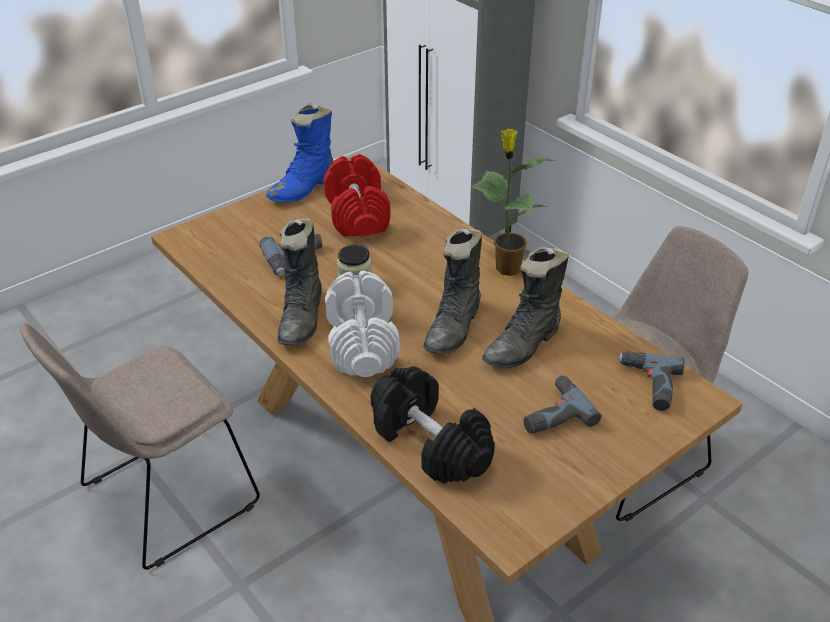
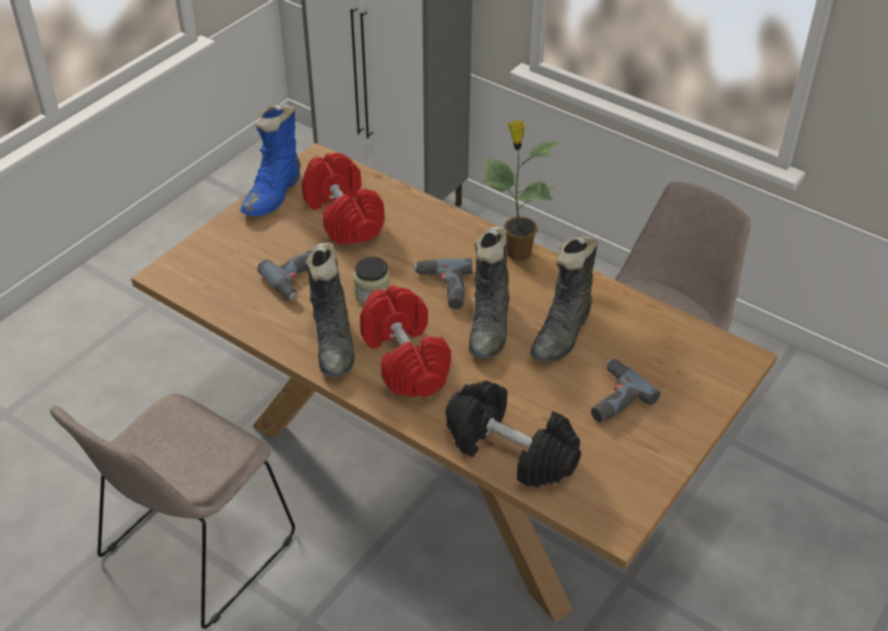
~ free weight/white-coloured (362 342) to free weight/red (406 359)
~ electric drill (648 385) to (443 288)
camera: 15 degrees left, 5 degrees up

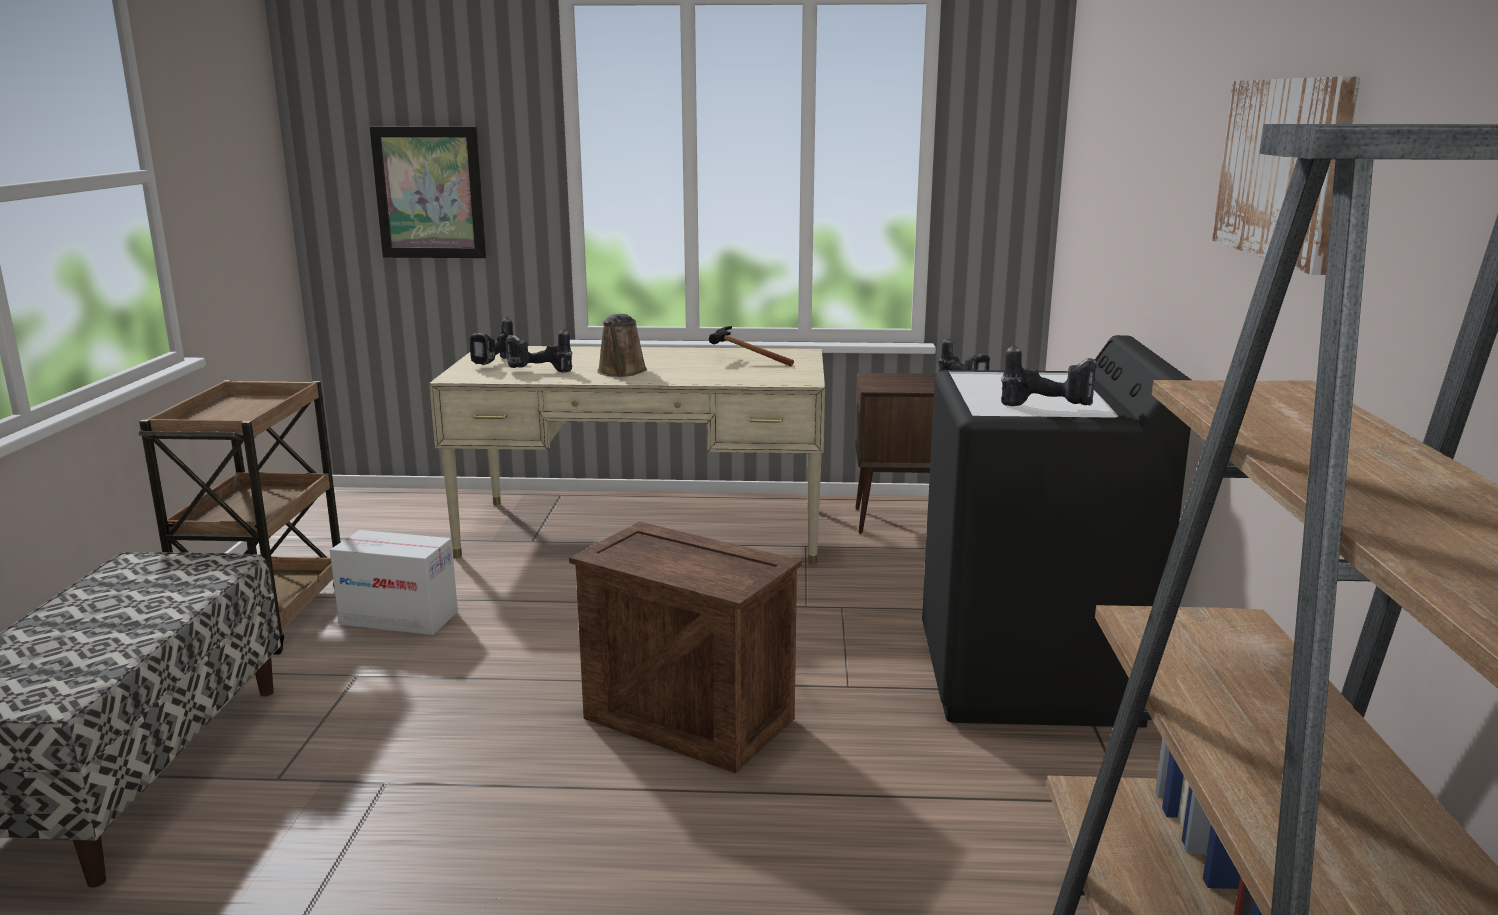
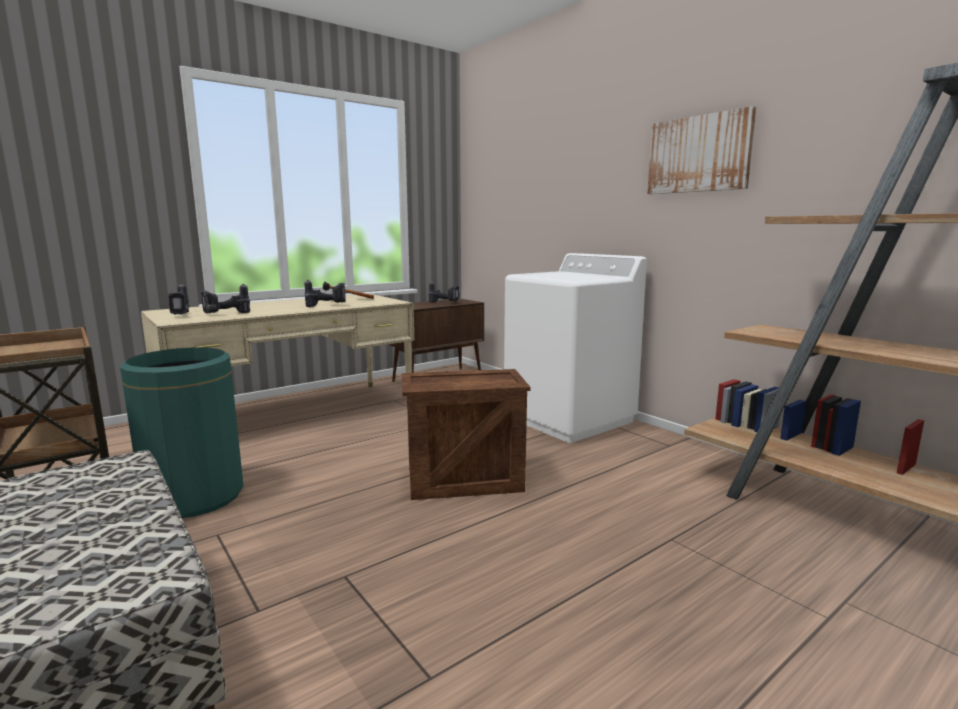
~ packing box (398 618) to waste bin/green-coloured (194 497)
~ electric drill (1050 406) to (327 305)
~ laundry appliance/black (1029 676) to laundry appliance/white-coloured (569 419)
- picture (429 193)
- watering pot/brownish (621 372)
camera: 40 degrees left, 5 degrees down

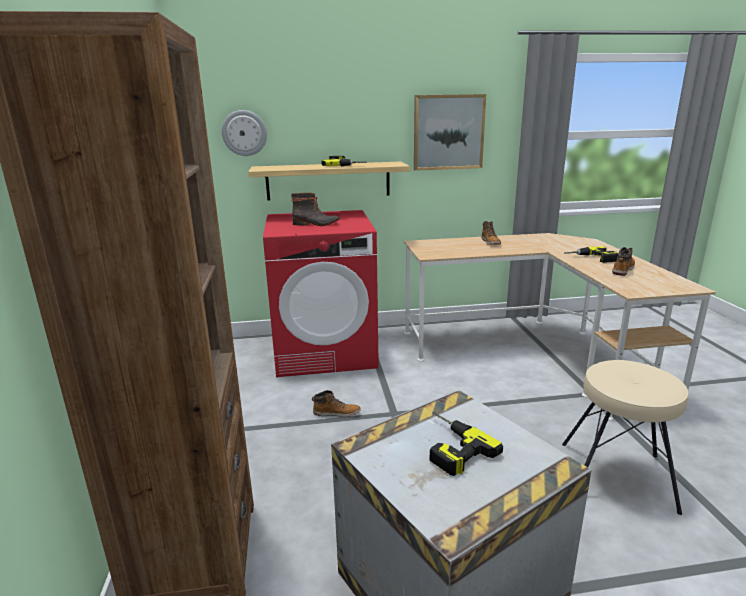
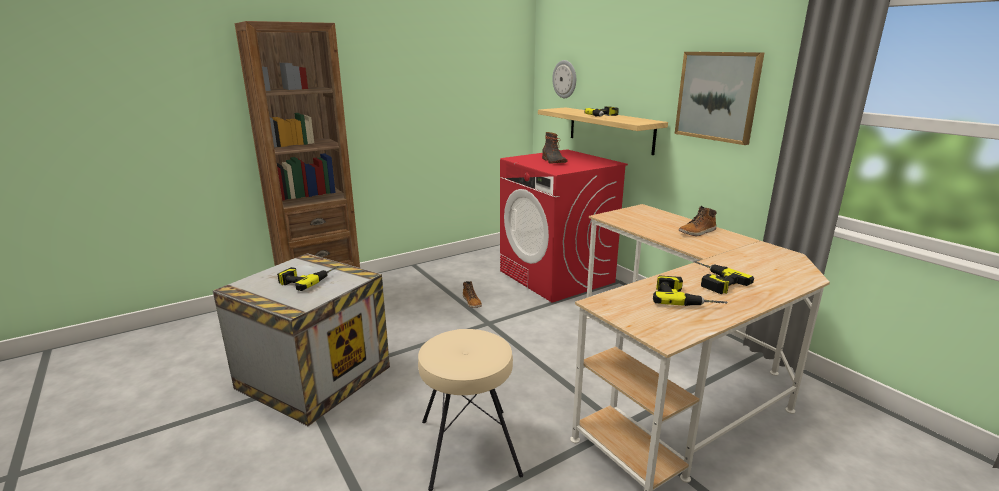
~ boot (622 270) to electric drill (686 298)
camera: 65 degrees right, 0 degrees up

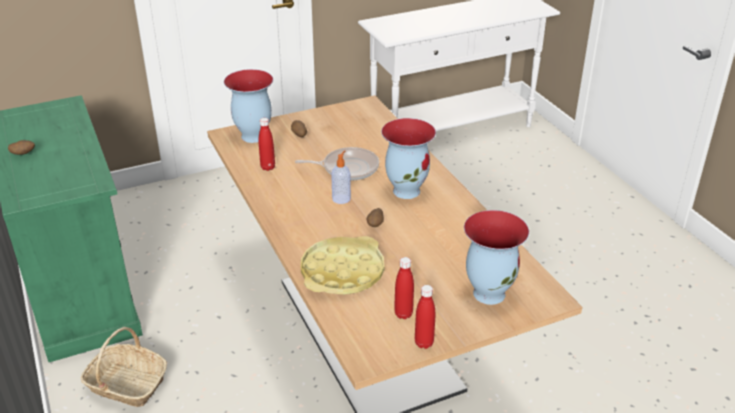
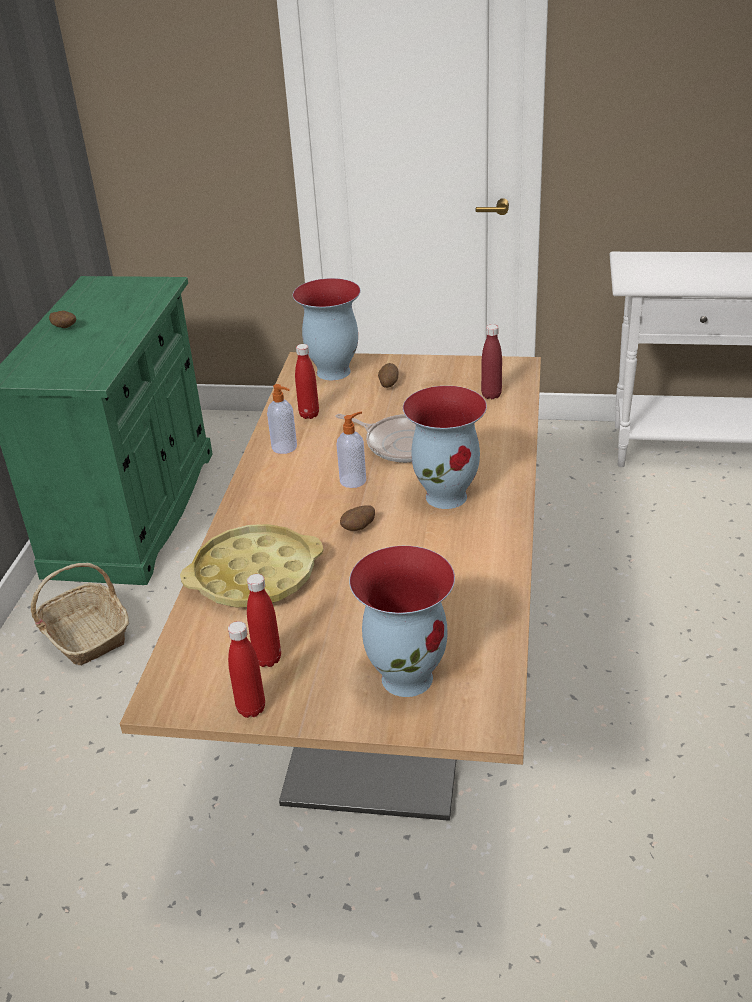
+ soap dispenser (285 447)
+ bottle/red (491 395)
camera: 35 degrees right, 0 degrees up

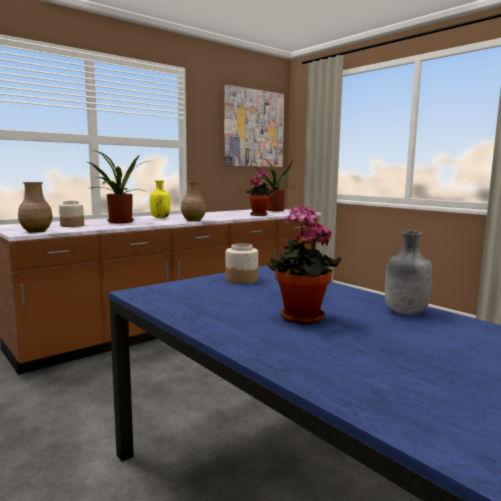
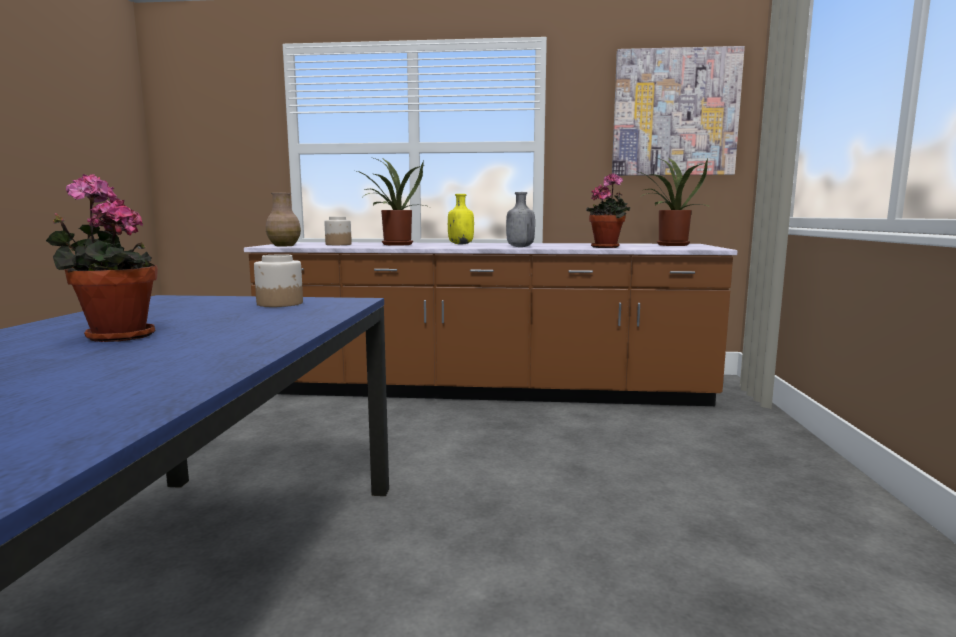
~ bottle/greyish (404 312) to (519 247)
- decorative vase/brownish (194 220)
camera: 45 degrees right, 0 degrees up

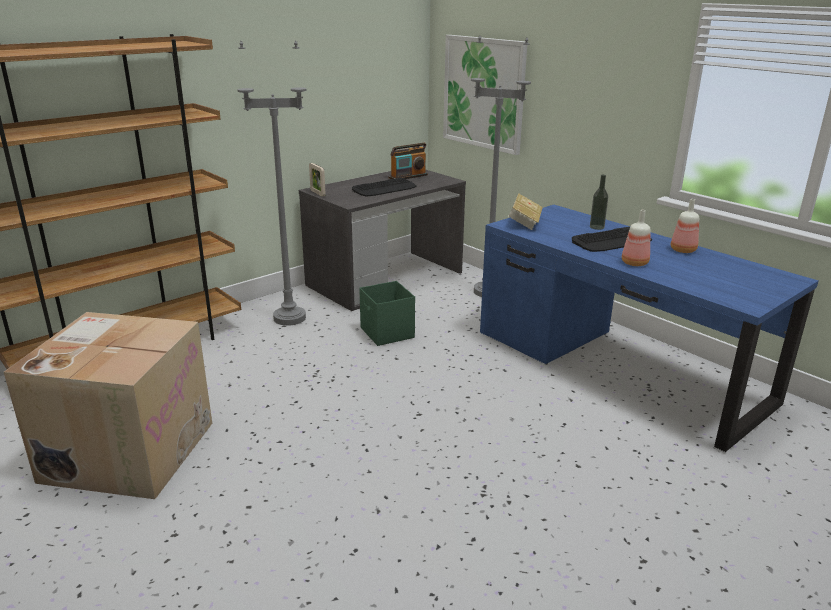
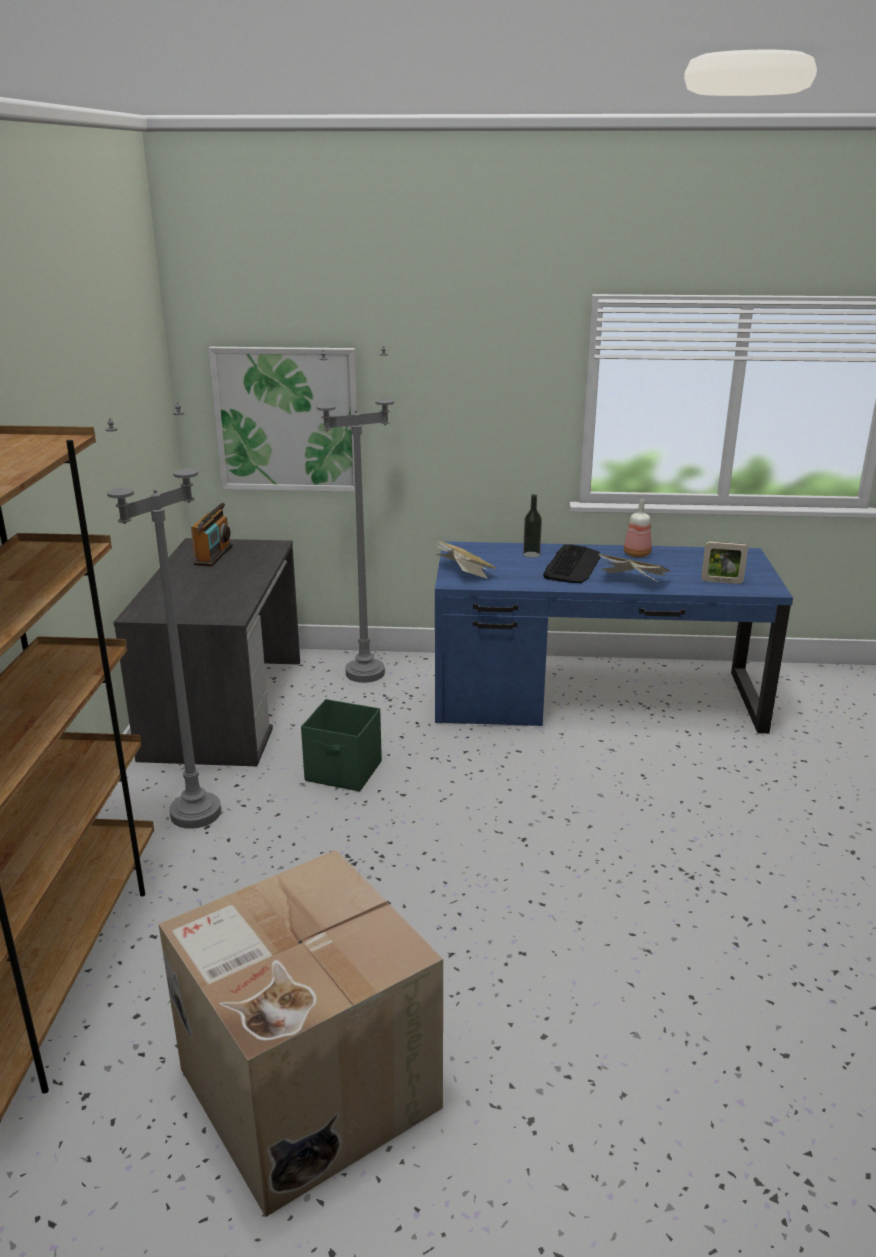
~ bottle (633 263) to volume (631 582)
~ photo frame (317 193) to (721 581)
- keyboard (384 188)
camera: 45 degrees left, 0 degrees up

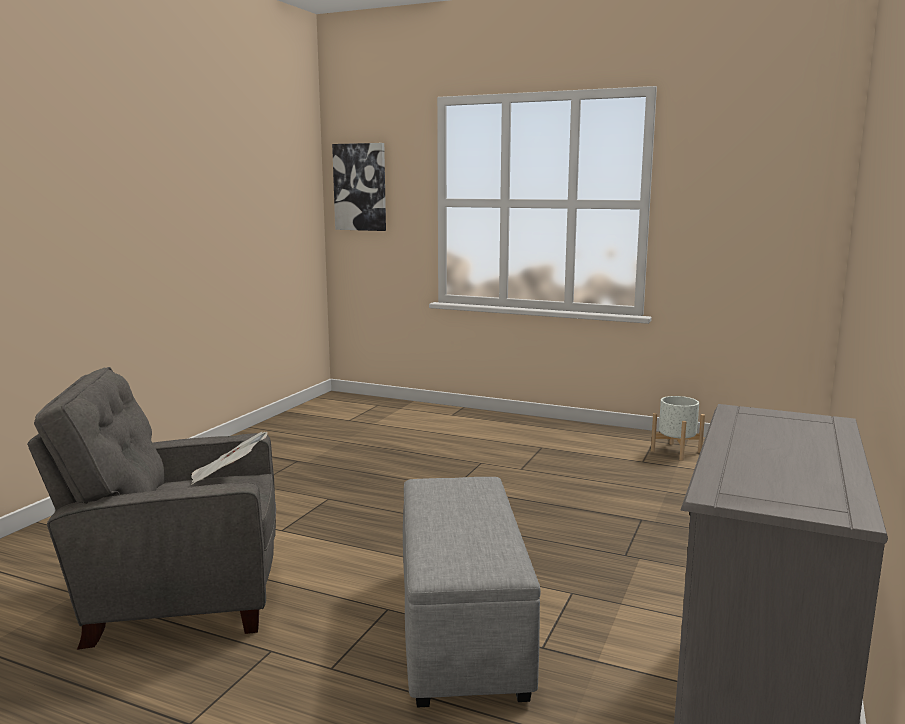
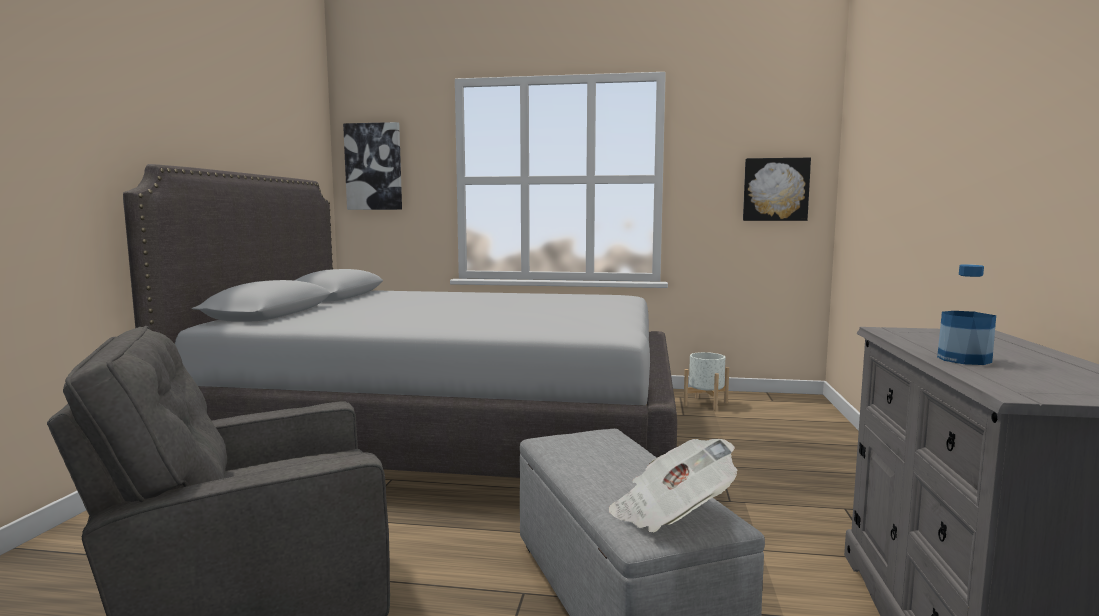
+ bedroom bed/greyish (450 436)
~ daily paper (227 478) to (671 513)
+ picture (775 189)
+ bottle (964 359)
camera: 15 degrees left, 5 degrees down

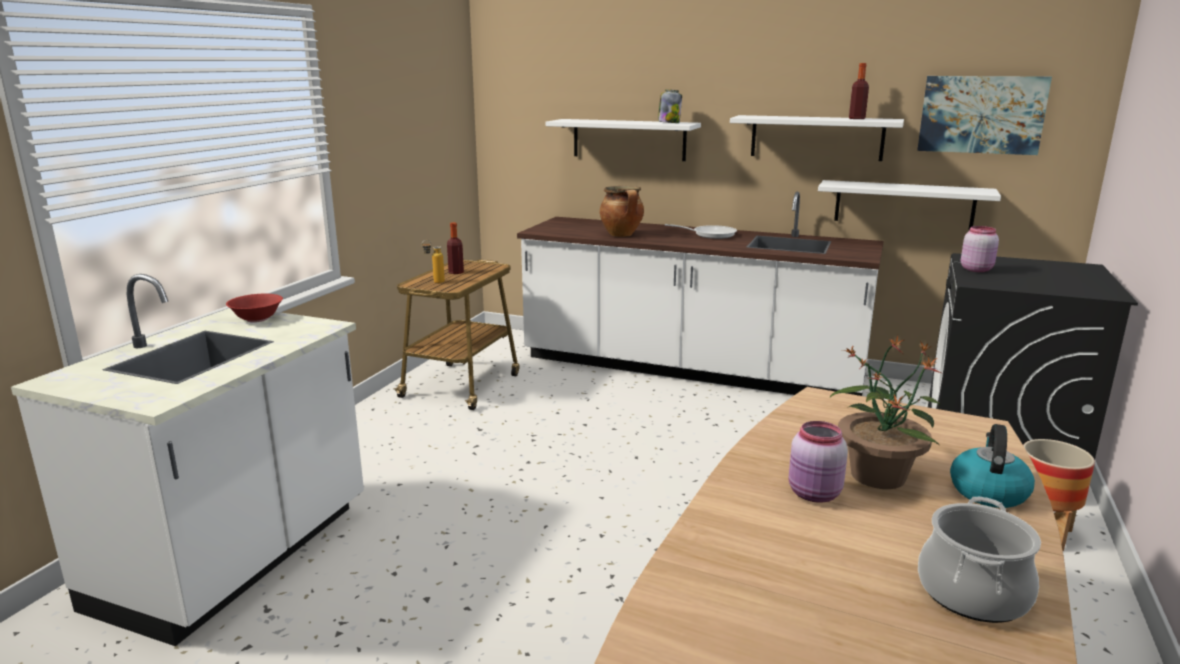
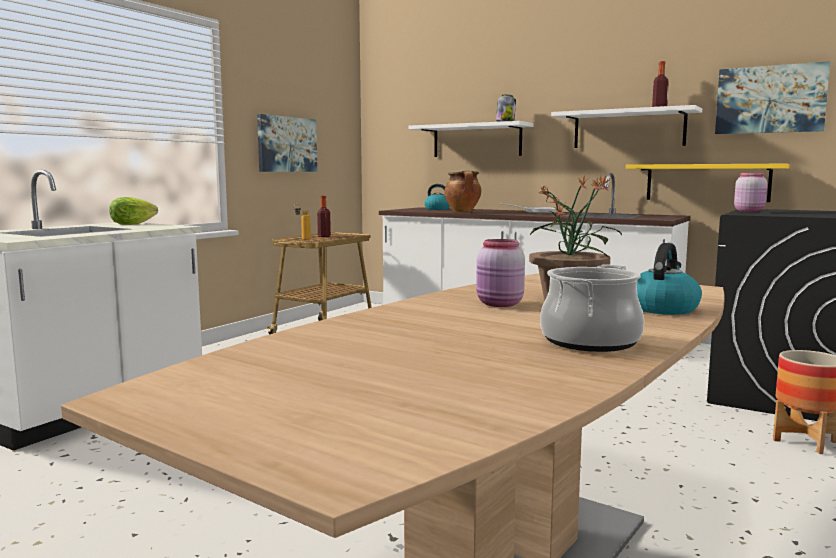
~ deep dish/red (257 319) to lettuce head (132 224)
+ picture (287 144)
+ kettle (438 209)
~ shelf/white-coloured (904 204) to shelf/yellowish (707 182)
camera: 10 degrees right, 10 degrees down

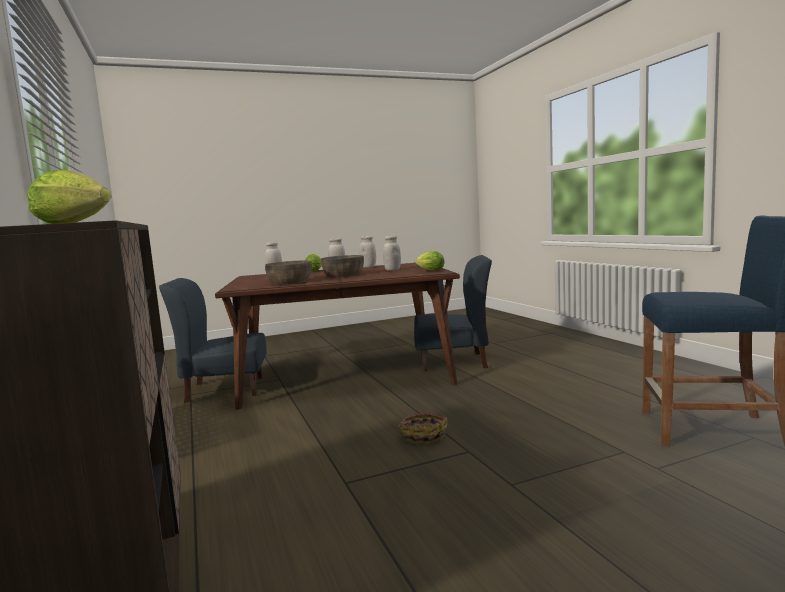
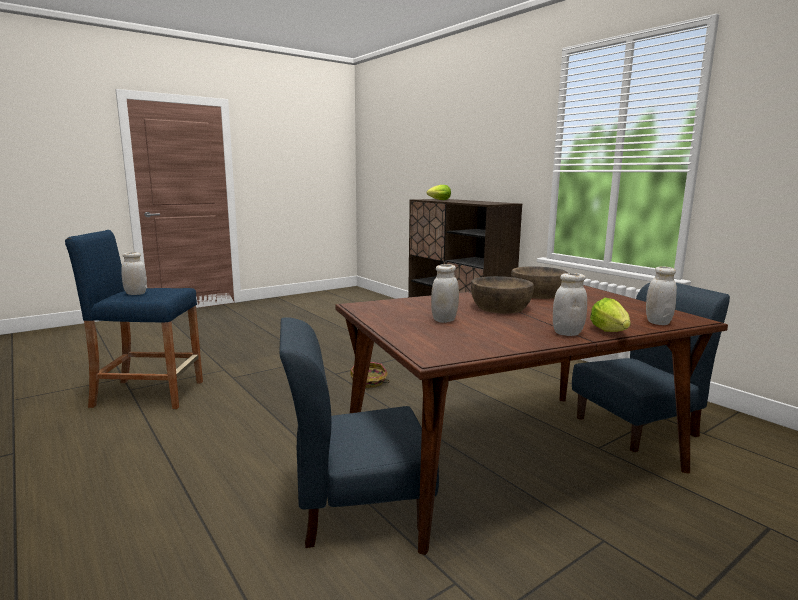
~ jar/white-coloured (368 267) to (136 294)
- lettuce head (429 270)
camera: 165 degrees right, 5 degrees up

